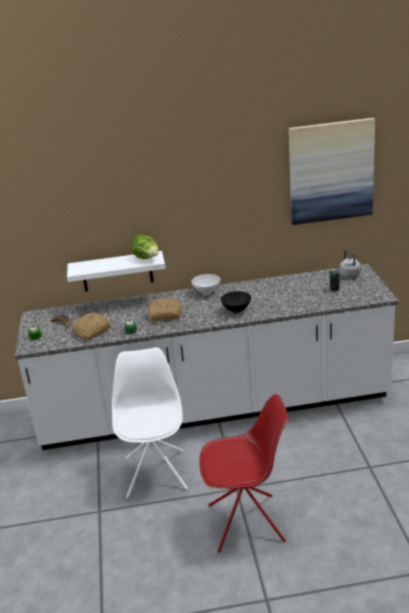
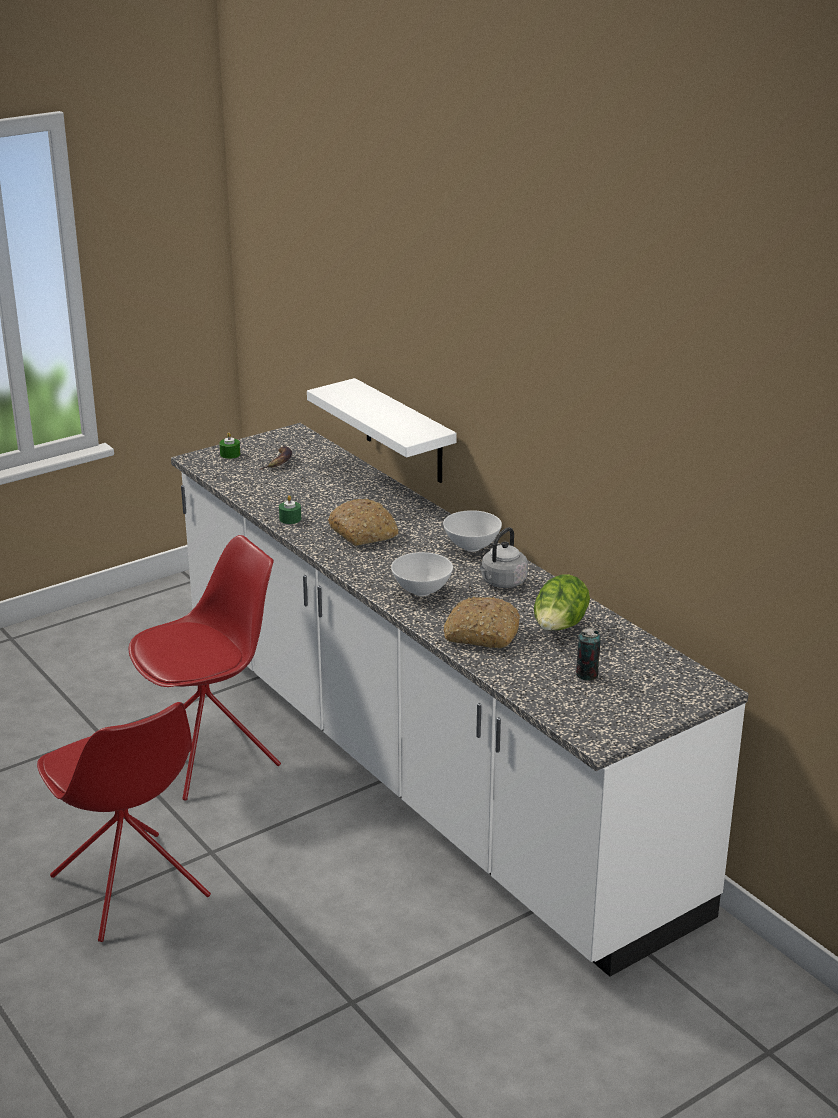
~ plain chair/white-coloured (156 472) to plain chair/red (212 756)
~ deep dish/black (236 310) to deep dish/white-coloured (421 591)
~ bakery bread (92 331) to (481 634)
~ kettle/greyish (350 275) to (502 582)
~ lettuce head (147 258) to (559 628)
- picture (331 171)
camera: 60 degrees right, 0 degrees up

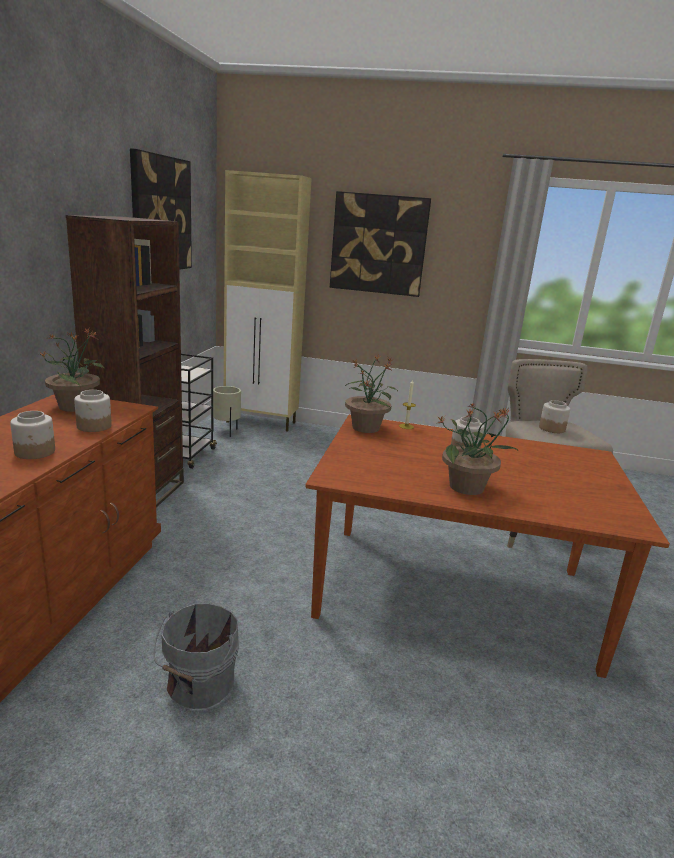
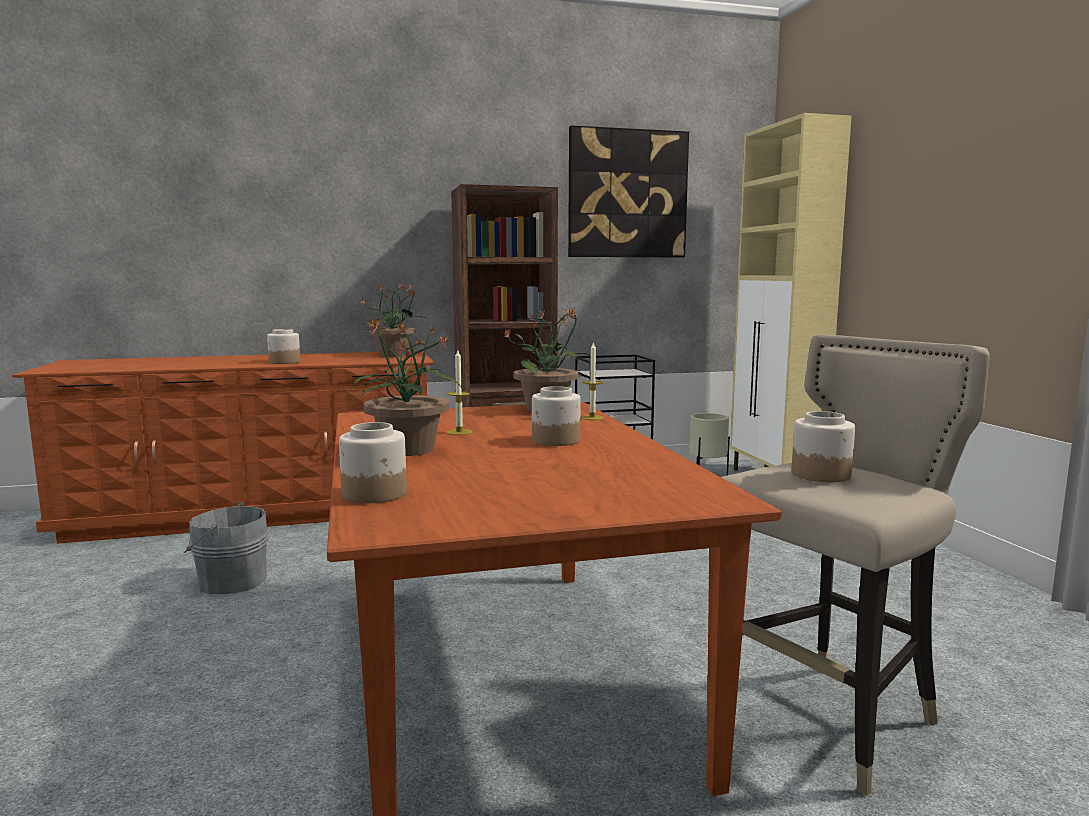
~ jar (94 426) to (375 494)
+ wax candle (459 432)
- picture (378 244)
camera: 65 degrees right, 10 degrees down

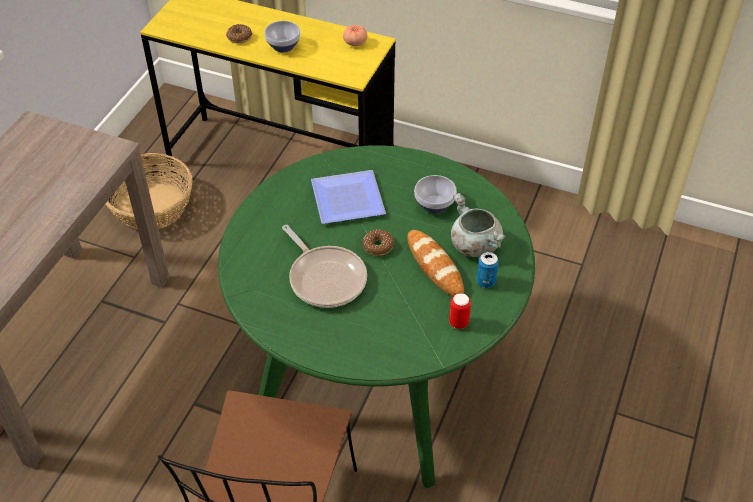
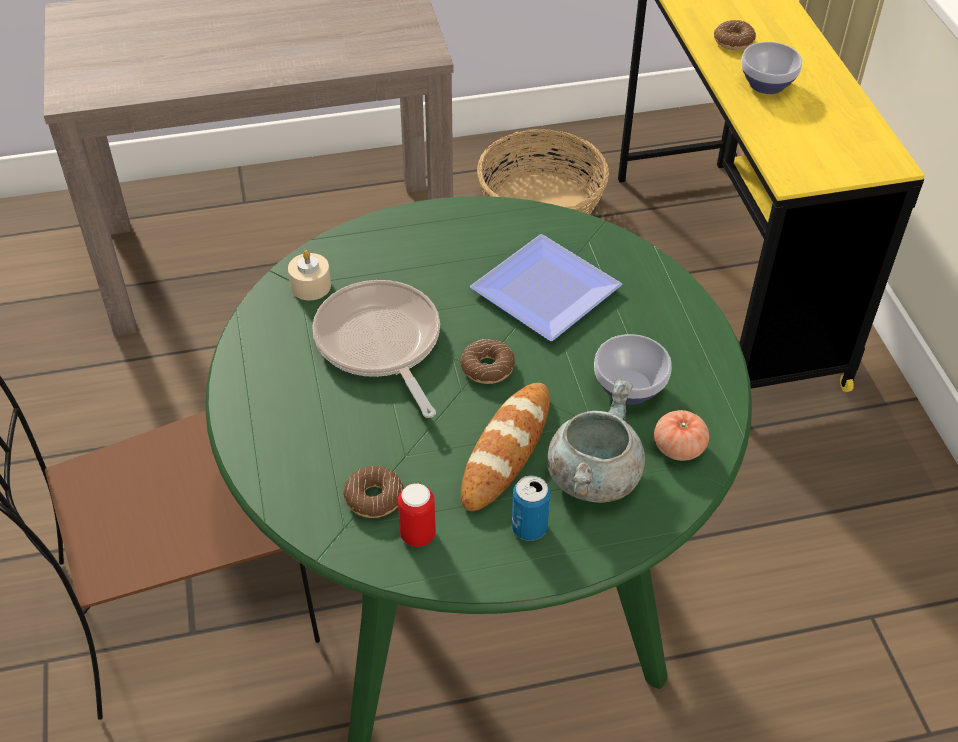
+ wax candle/beige-coloured (310 286)
~ pan (325 278) = (380 344) 135 degrees clockwise
+ ring doughnut (374 498)
~ whole tomato (355 42) to (679 447)
camera: 55 degrees right, 0 degrees up

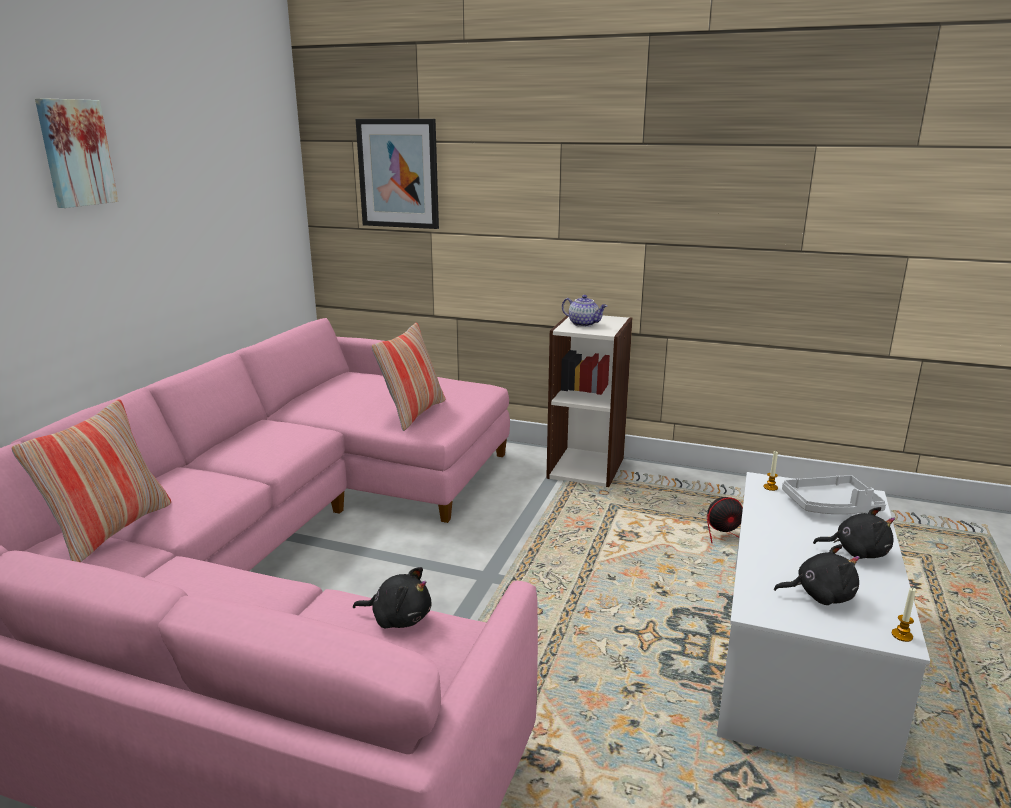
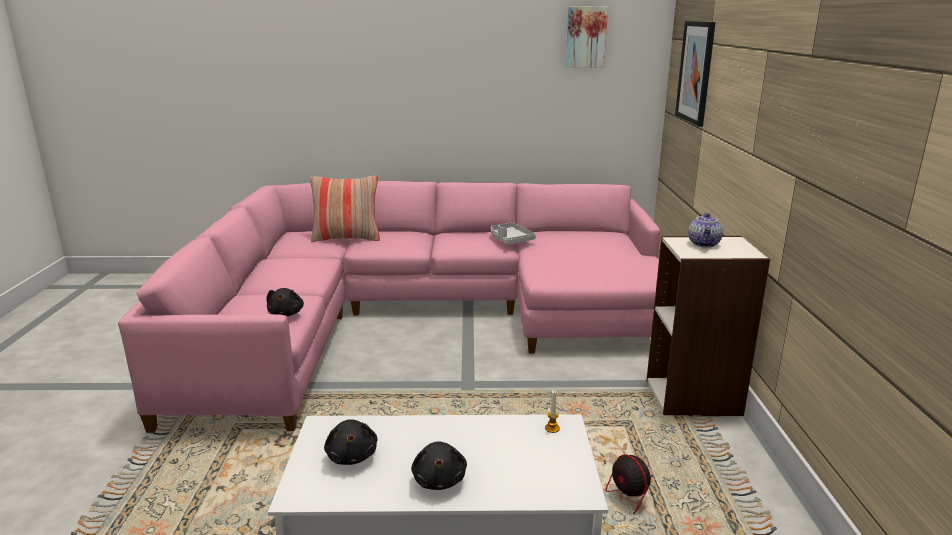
~ serving tray/greyish (831 506) to (510 239)
~ picture (75 153) to (586 37)
- pillow (413 413)
- wax candle (902 635)
camera: 70 degrees right, 0 degrees up

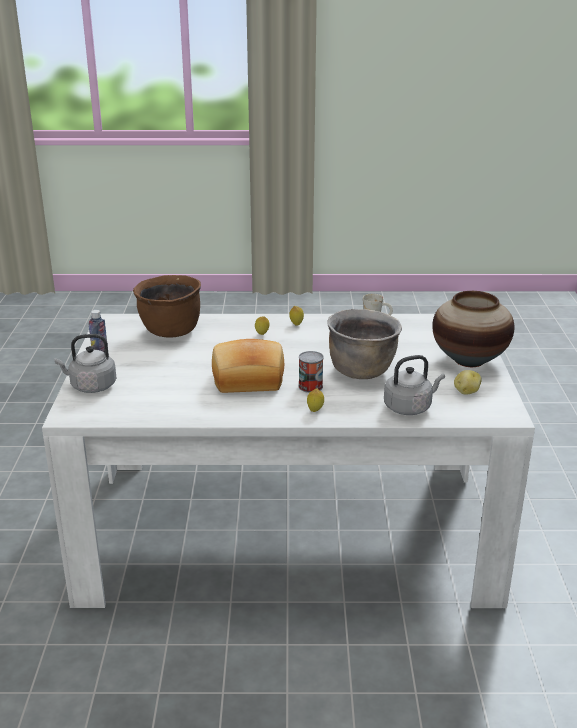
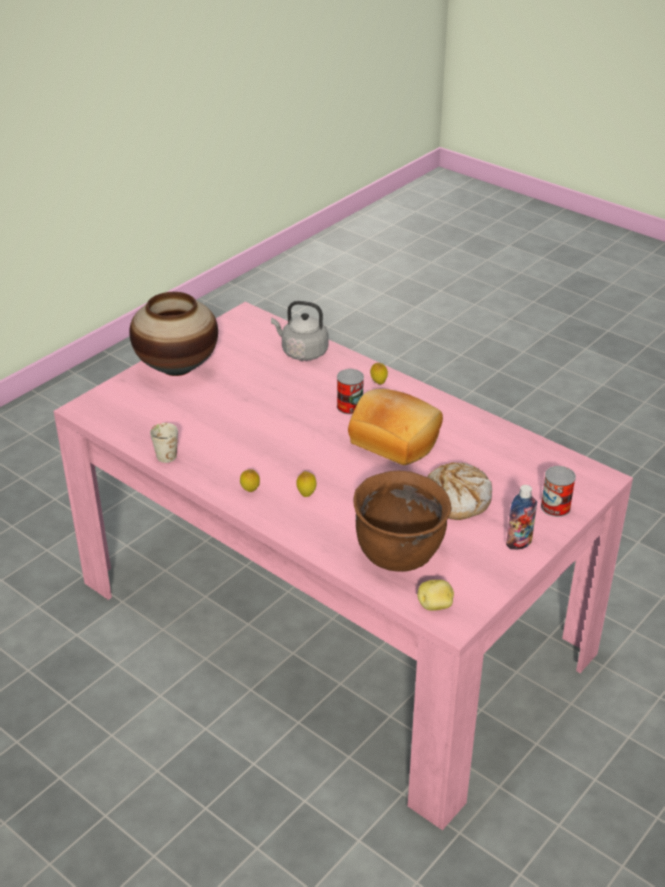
~ dining table/white-coloured (287 530) to dining table/pink (333 617)
~ potato (466 392) to (435 606)
+ bakery bread (456 499)
~ kettle/greyish (91 386) to can (555 507)
- cooking pot/brownish (362 371)
camera: 140 degrees left, 10 degrees up

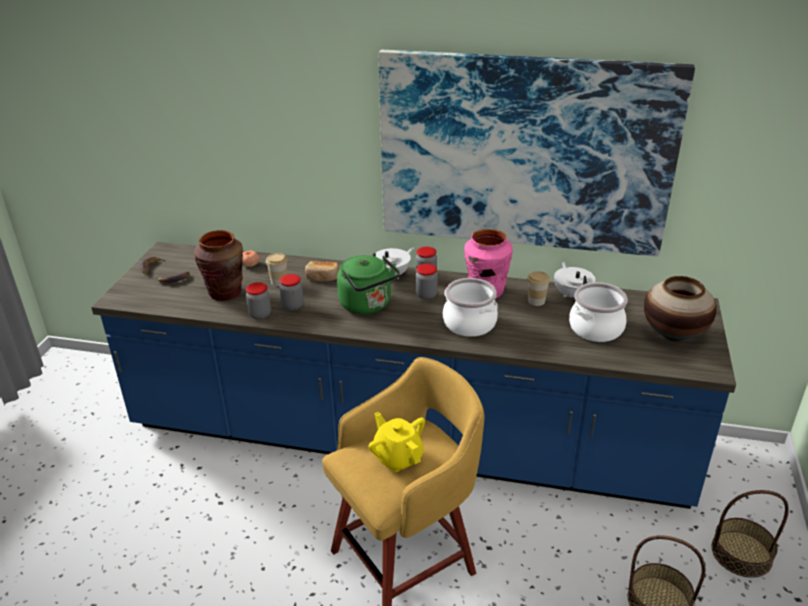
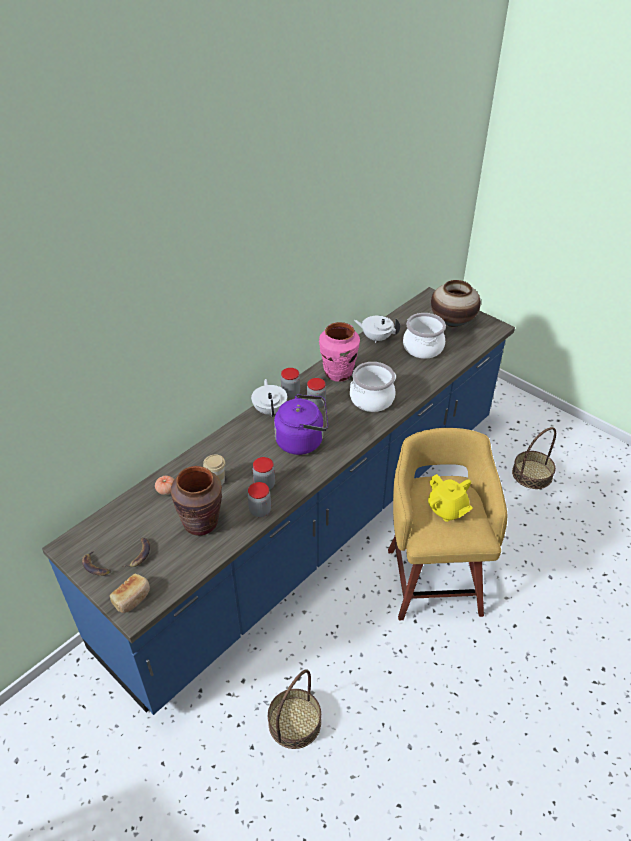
~ bakery bread (322 277) to (132 598)
~ storage basket (741 553) to (294 722)
~ kettle/green-coloured (368 305) to kettle/purplish (302 441)
~ pot for tea/yellowish (398 457) = (447 509) 120 degrees counterclockwise
- picture (524 153)
- drinking cup (536 301)
camera: 60 degrees left, 10 degrees up

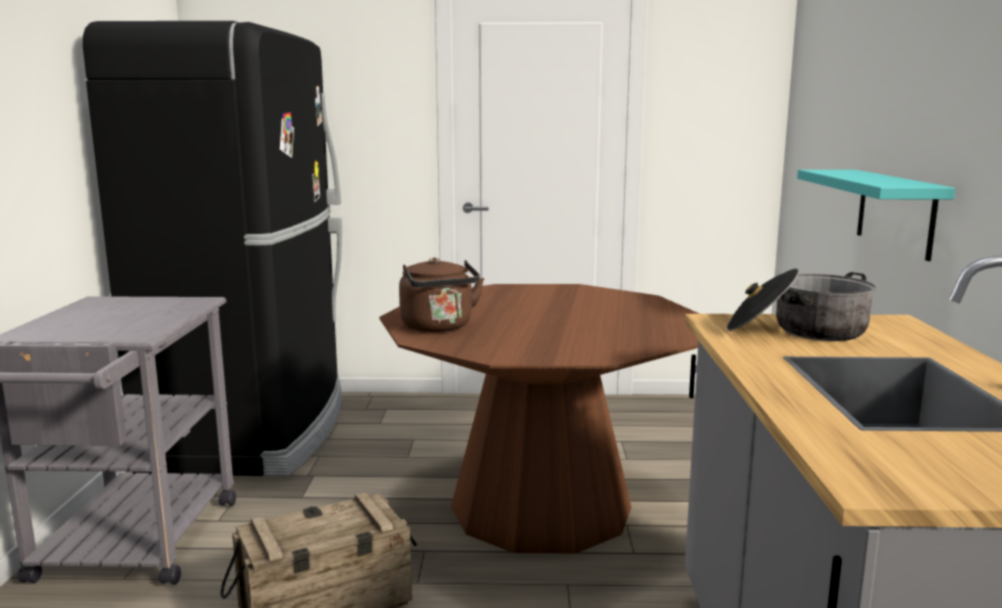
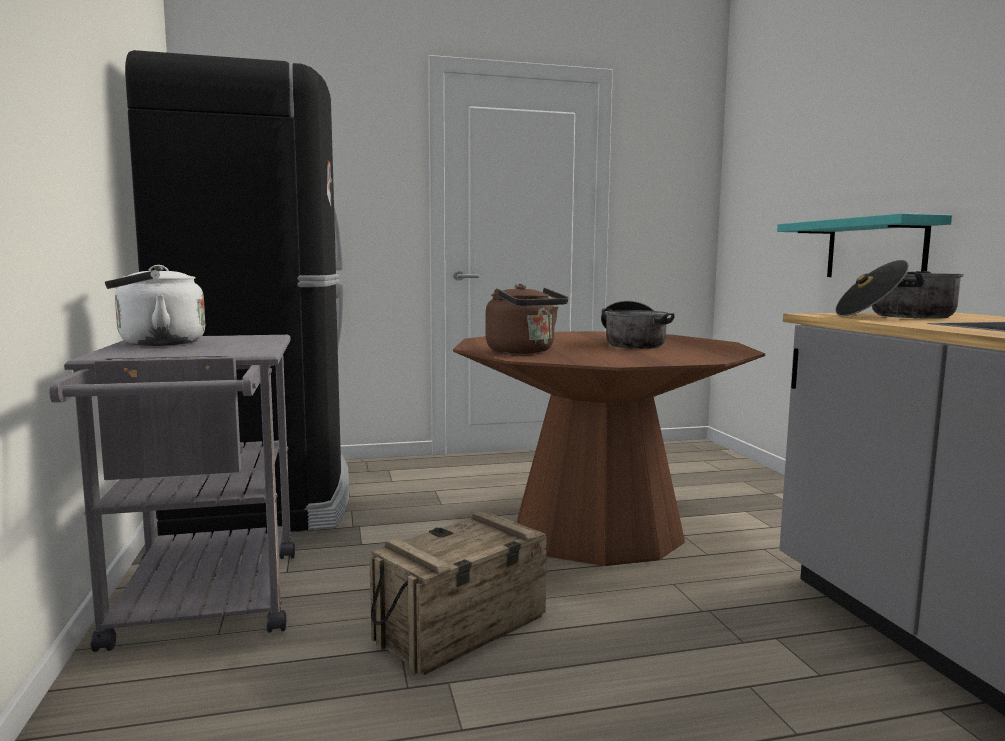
+ kettle/white-coloured (156 344)
+ cooking pot (633 344)
camera: 15 degrees left, 5 degrees down

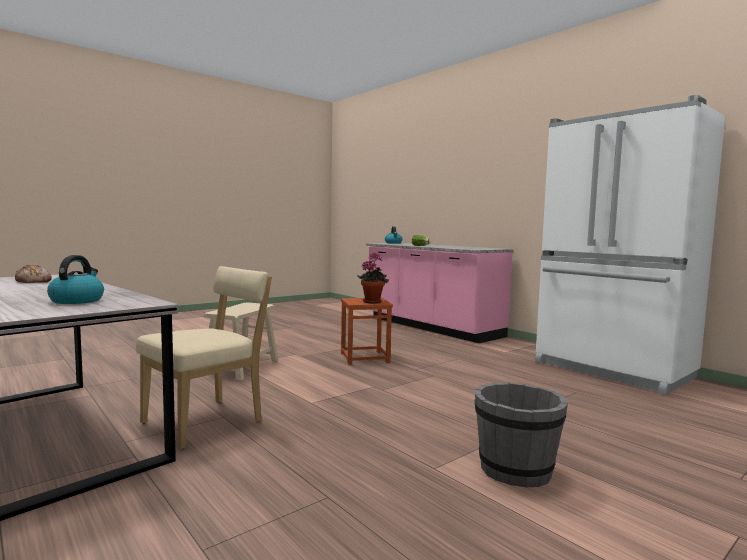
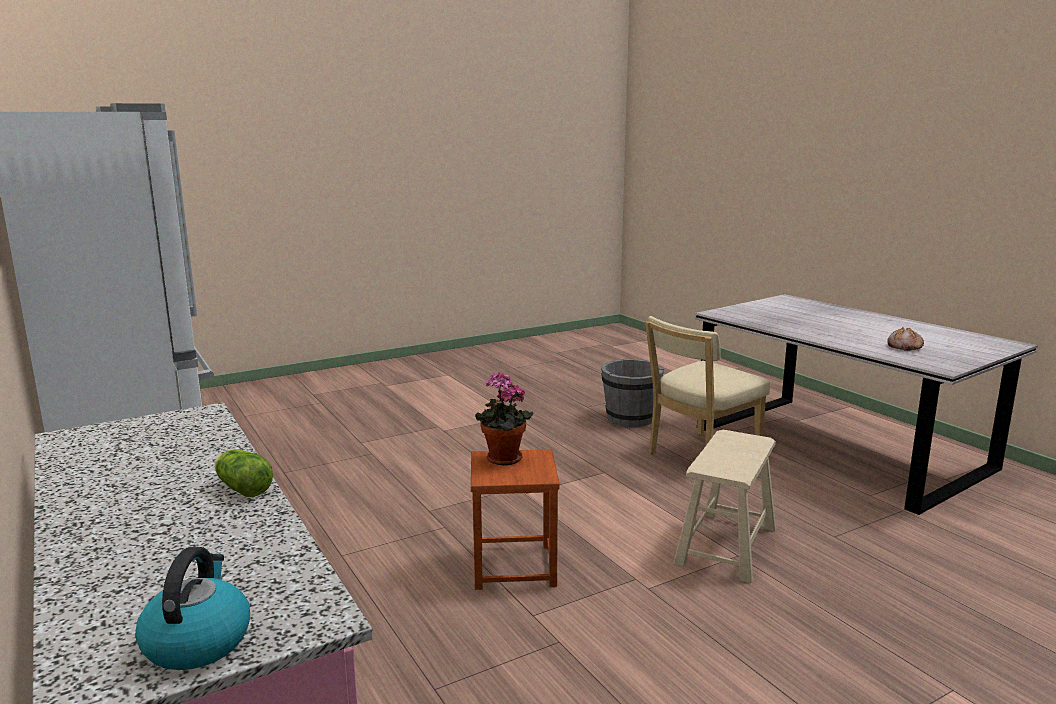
~ pail/greyish (515 470) to (630 419)
- kettle (77 300)
camera: 170 degrees left, 10 degrees up

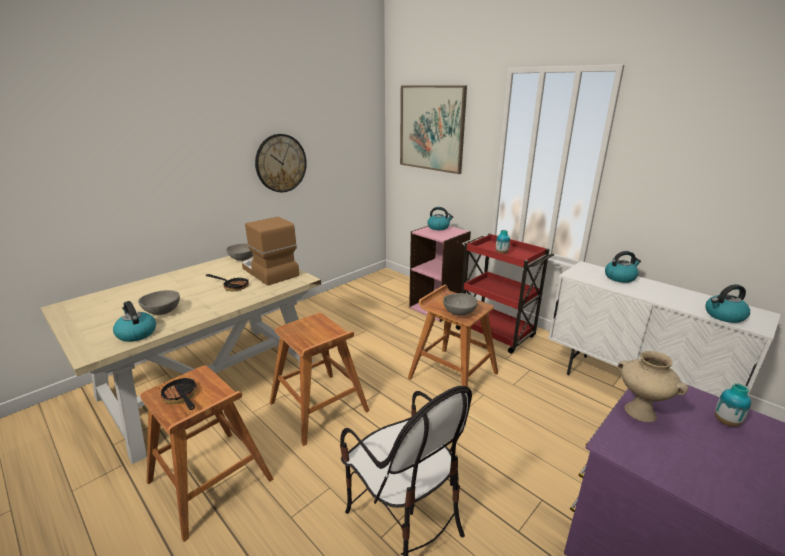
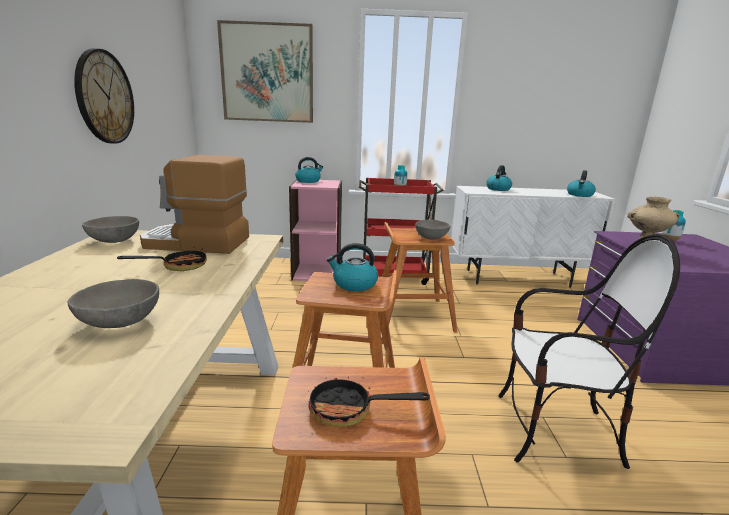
~ kettle (136 333) to (354 284)
camera: 45 degrees left, 5 degrees down

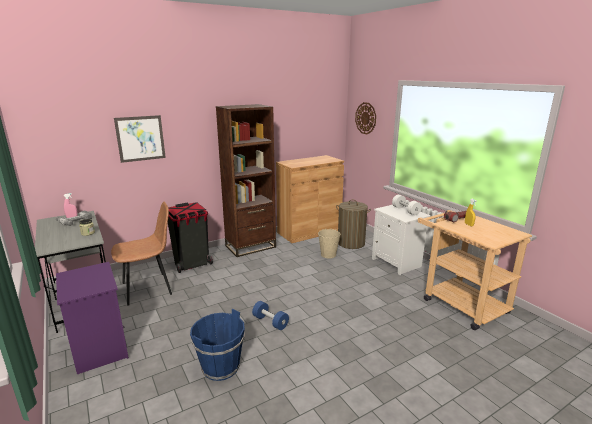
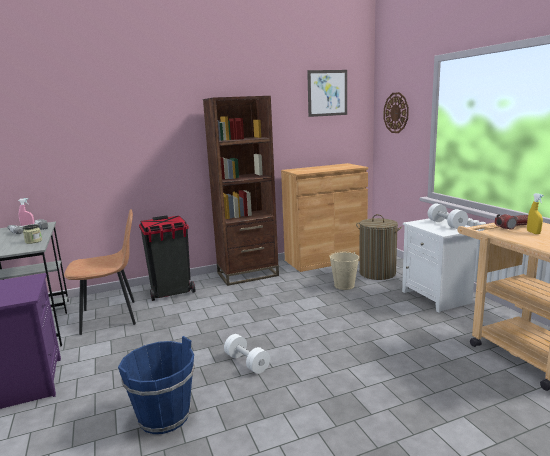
~ free weight/bluish (270 322) to free weight/white-coloured (247 363)
~ picture (140 138) to (327 93)
camera: 10 degrees right, 5 degrees down

